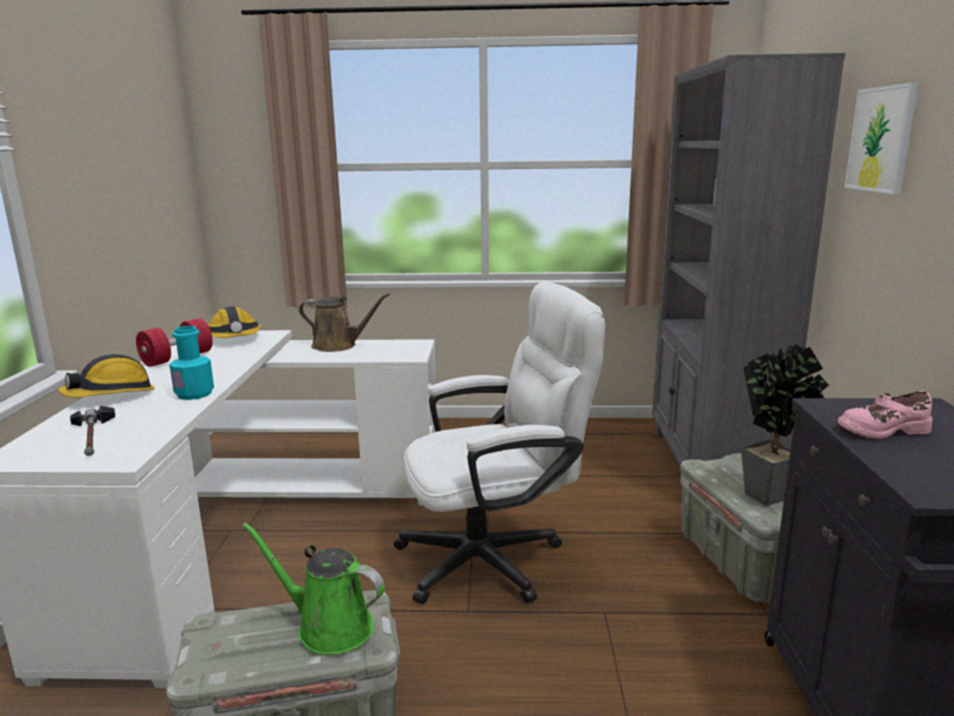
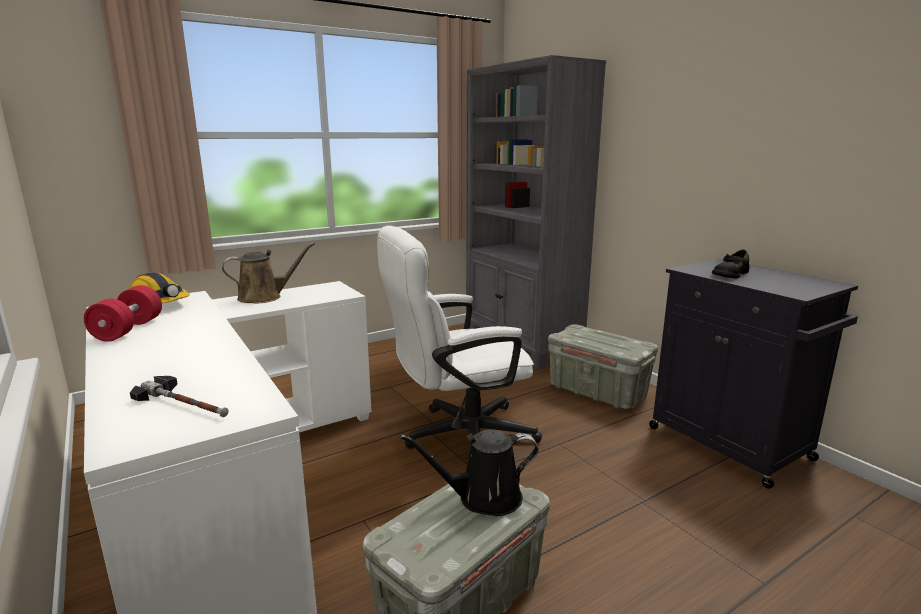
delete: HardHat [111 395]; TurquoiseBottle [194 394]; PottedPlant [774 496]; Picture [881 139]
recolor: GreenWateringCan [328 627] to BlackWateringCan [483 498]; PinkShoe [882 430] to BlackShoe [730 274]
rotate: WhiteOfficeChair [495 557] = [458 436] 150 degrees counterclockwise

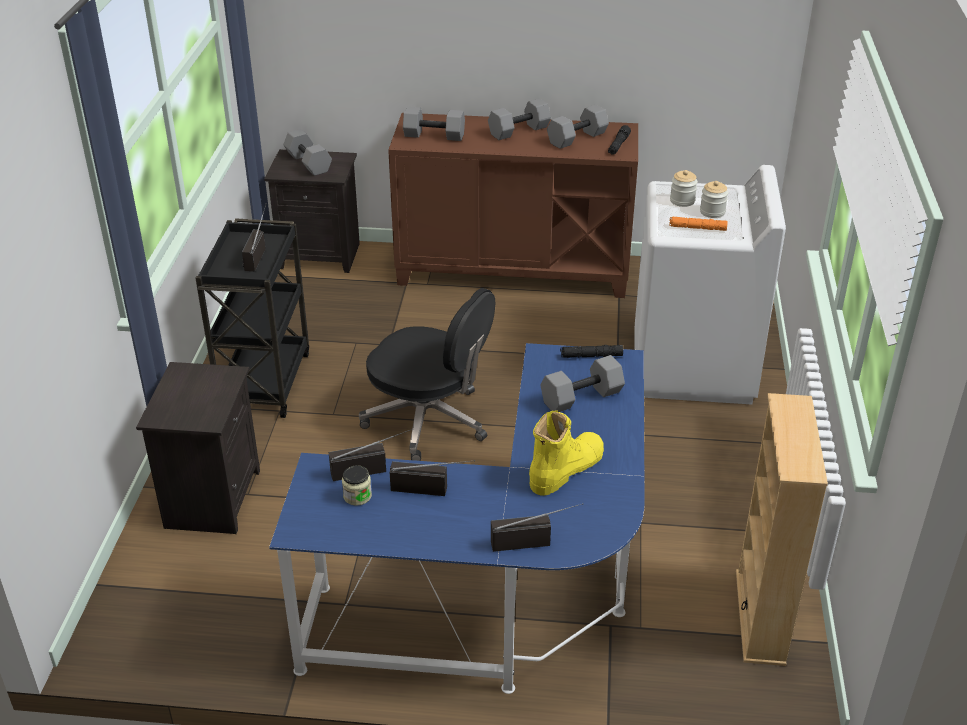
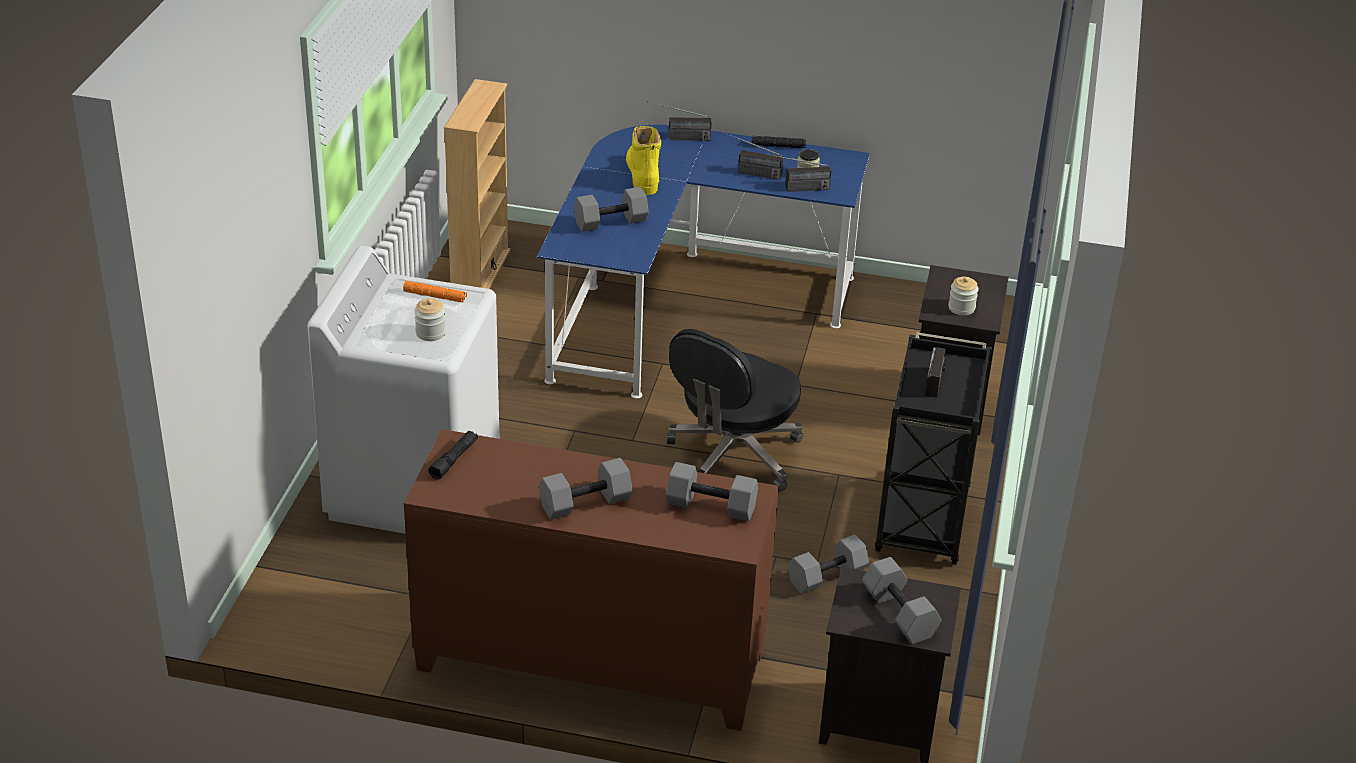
move: GreyDumbbell [577 139] to [827 575]; BlackFlashlight [591 356] to [778 146]; Jar [712 212] to [961 308]
rotate: BlackOfficeChair [429 421] = [733 456] 90 degrees counterclockwise; YellowBoot [565 469] = [642 175] 120 degrees clockwise

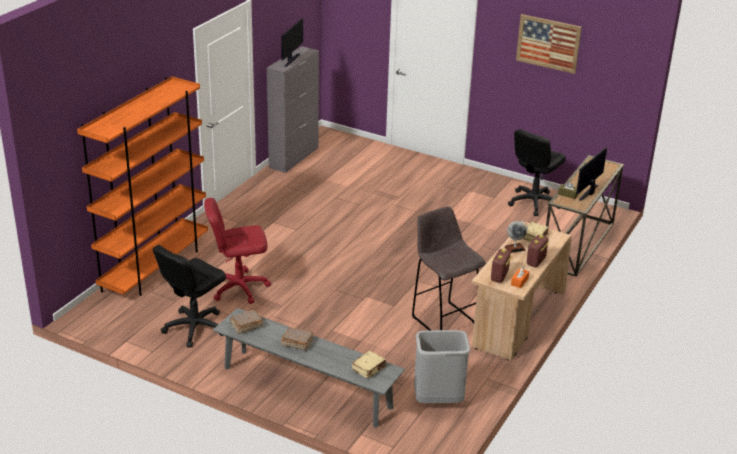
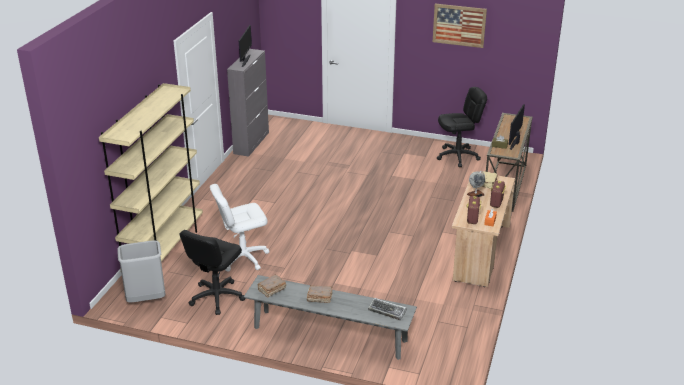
delete: GreyStool [443 319]
move: GreyTrashCan [438 401] to [146 300]
replace: BeigeBook [369 369] to Keyboard [387 311]
recolor: OrangeBookcase [155 267] to BeigeBookcase [164 250]; RedOfficeChair [239 287] to WhiteOfficeChair [243 257]
rotate: BlackOfficeChair [533 202] = [458 156] 135 degrees counterclockwise

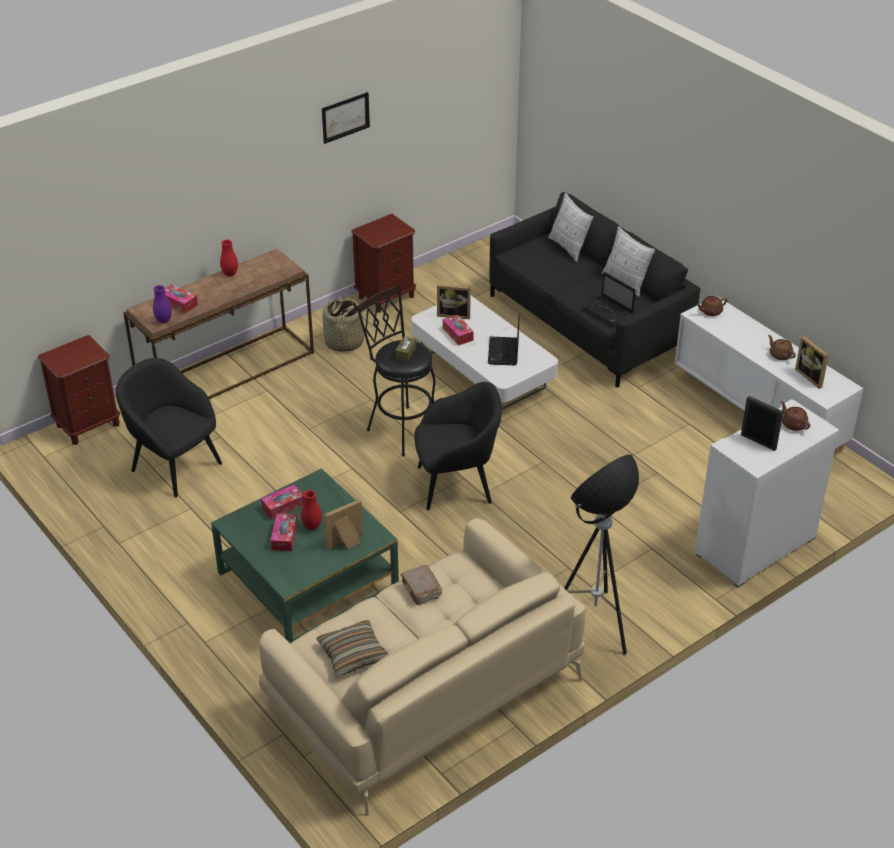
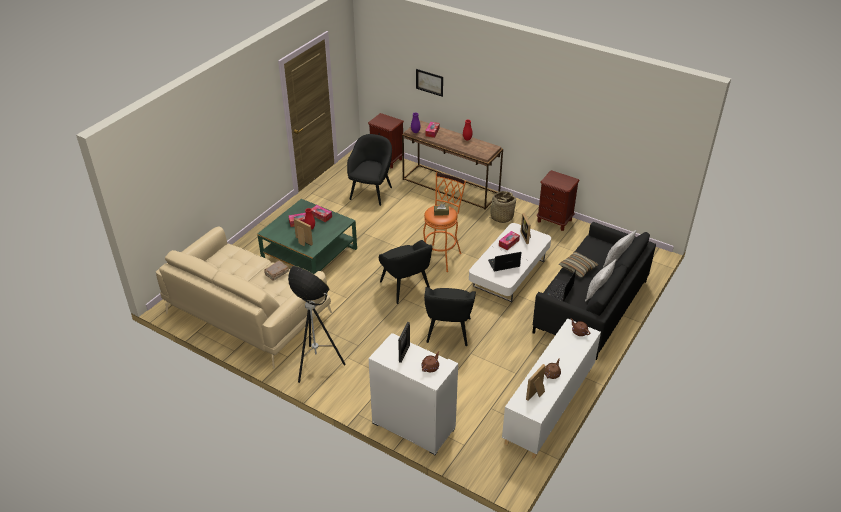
insert: BlackArmchair [448 331]
move: Pillow [353 654] to [577 268]; Picture [345 117] to [429 82]
recolor: BlackStool [401 427] to OrangeStool [441 255]

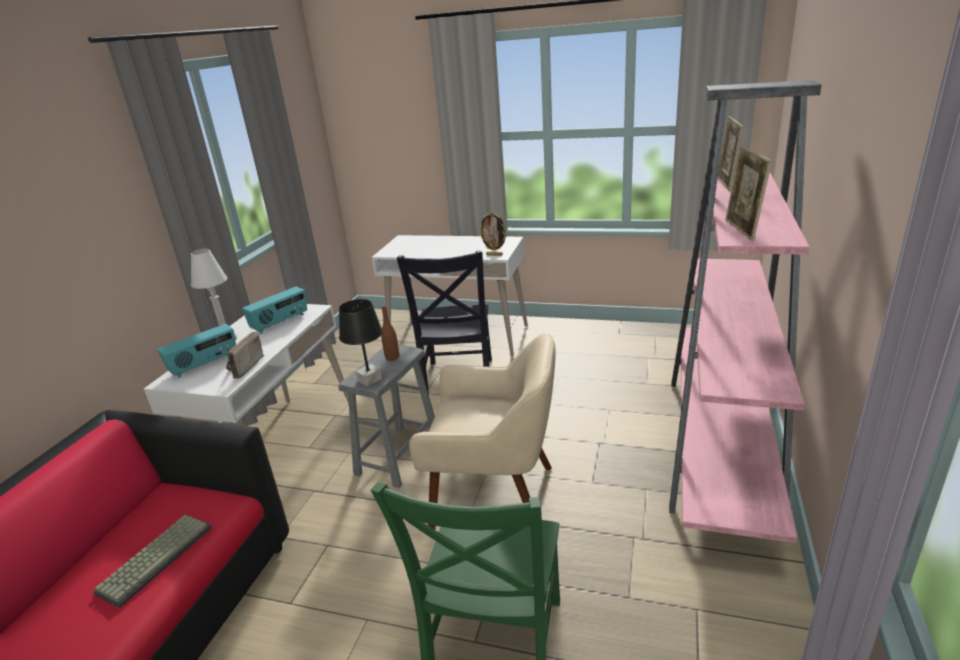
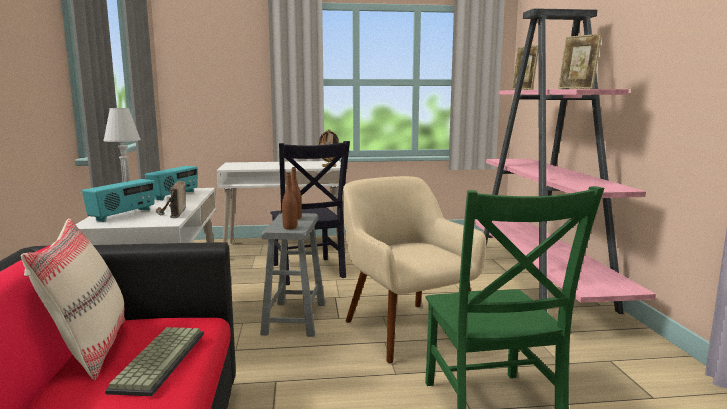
insert: BeigePillow [88 349]
replace: BlackTableLamp [369 379] to BrownBottle [290 227]
rotate: BeigeArmchair [495 498] = [406 330] 105 degrees counterclockwise

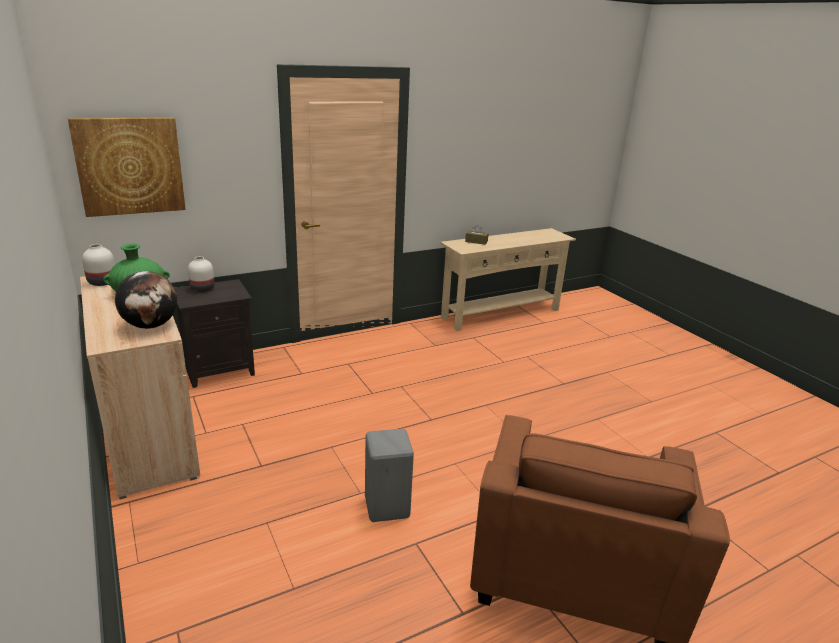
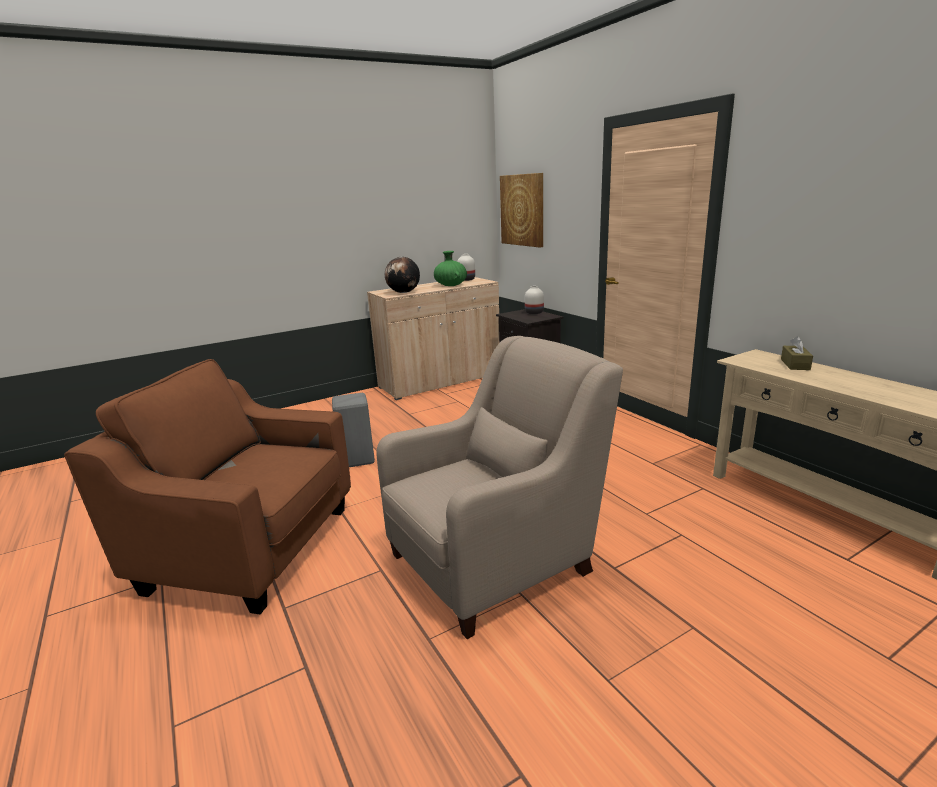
insert: BeigeArmchair [496 559]

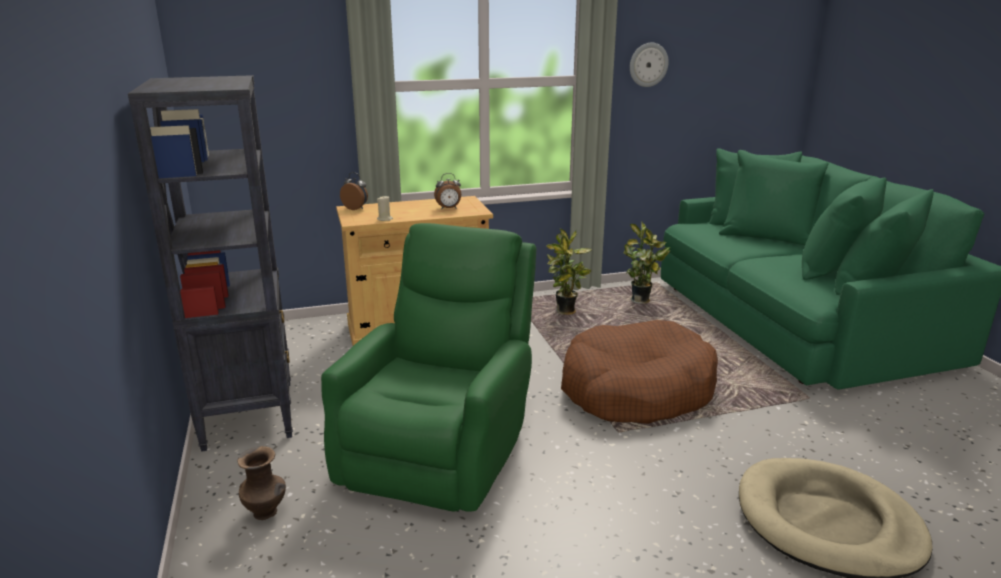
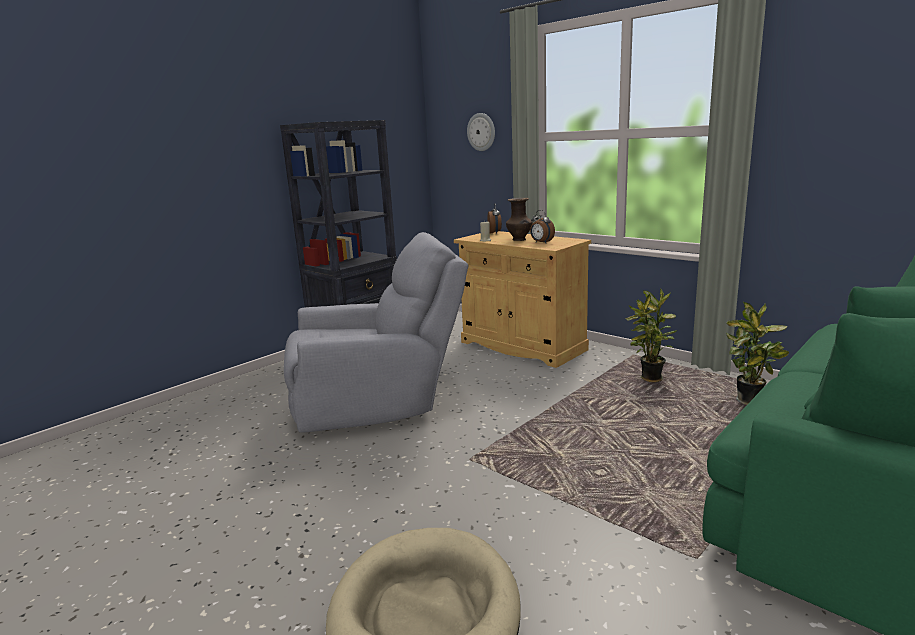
delete: BrownDogBed [636 390]
move: BrownVase [266 513] to [519 240]; WallClock [648 64] to [481 132]
recolor: GreenArmchair [441 445] to GreyArmchair [379 403]

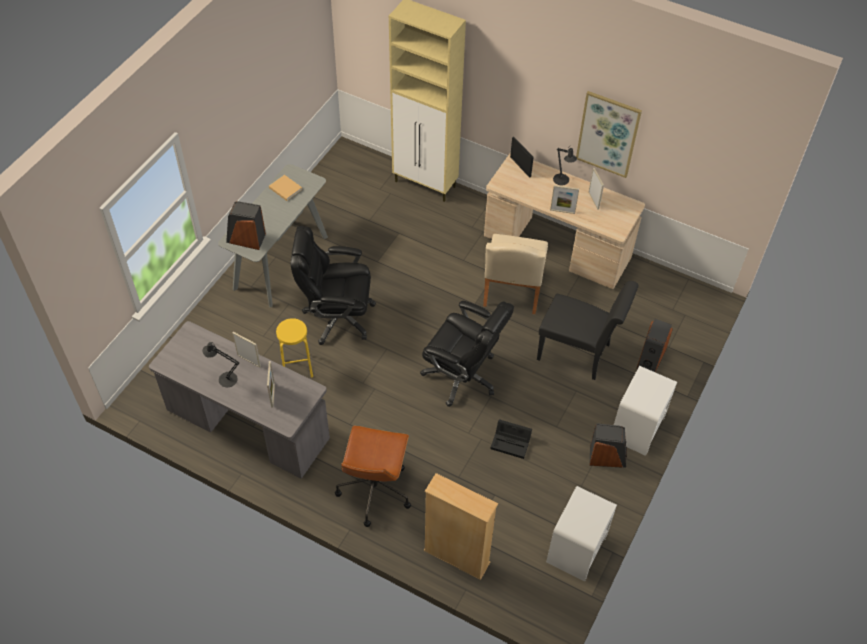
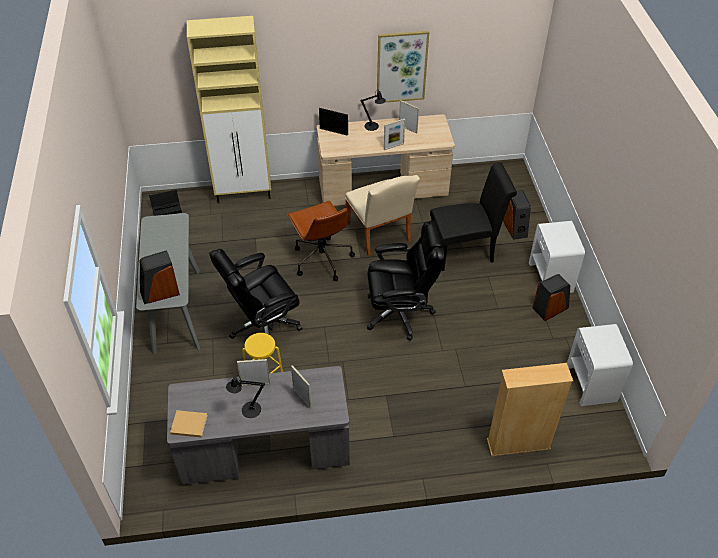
move: BeigeBook [285 188] to [188 424]; BrownOfficeChair [374 490] to [321 259]; BlackStorageBox [511 442] to [167 207]

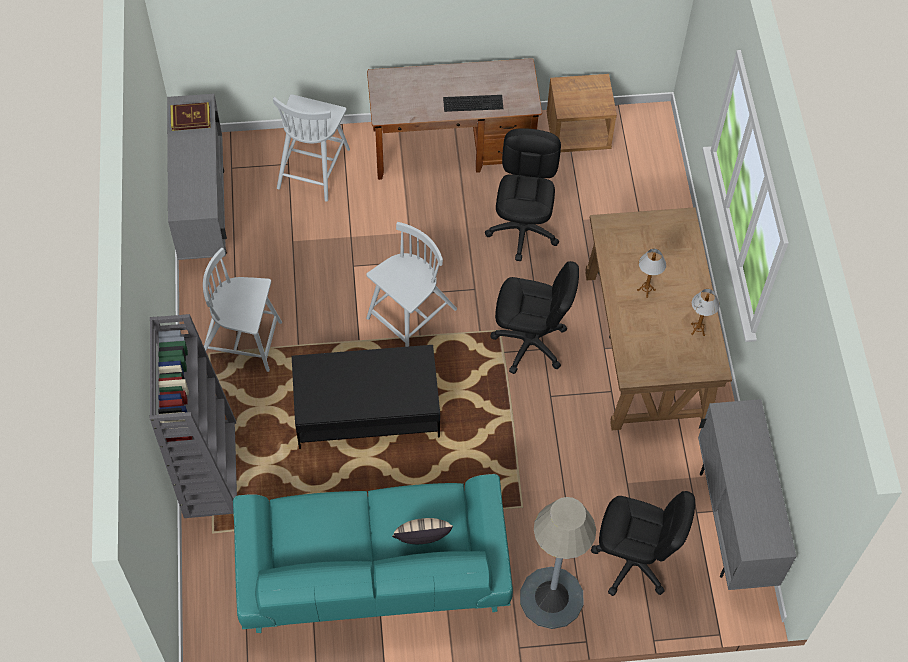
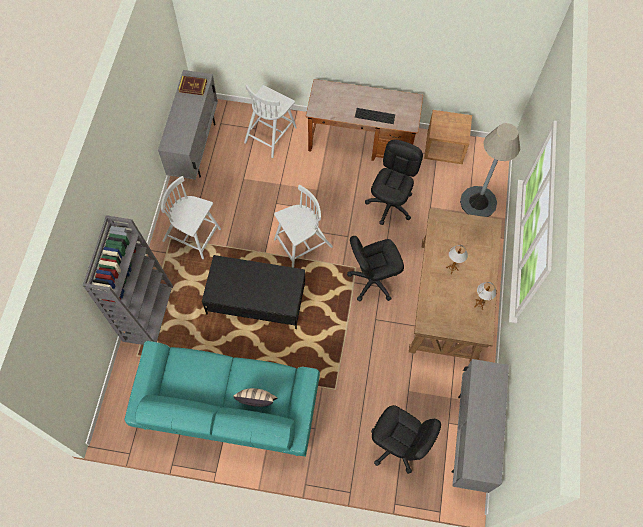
move: GreyFloorLamp [551 598] to [478 202]
rotate: BlackOfficeChair [530 343] = [372 281] 135 degrees clockwise

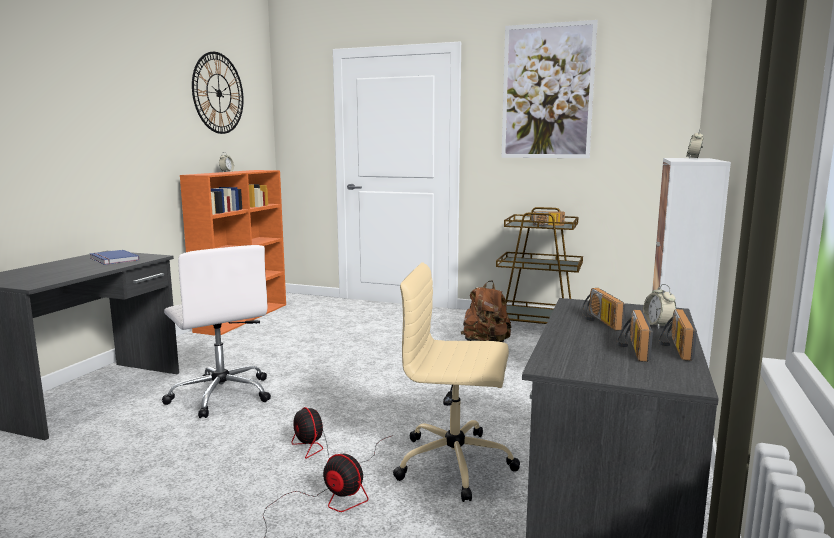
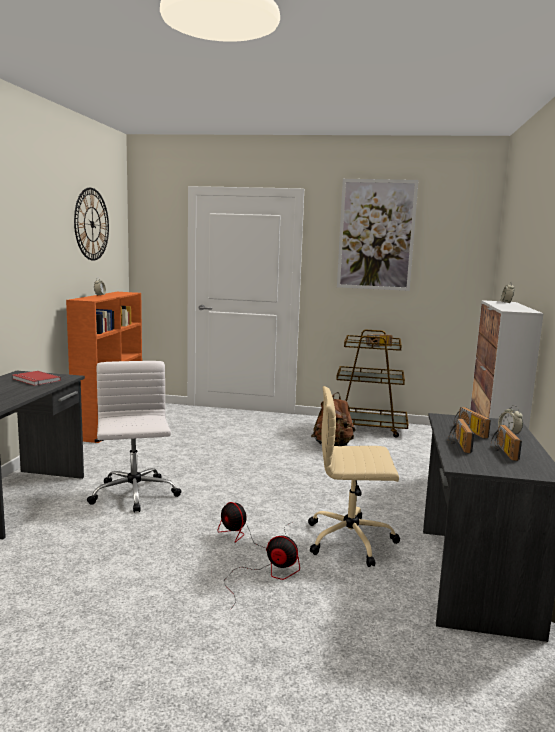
move: Radio [673 347] to [458 444]
recolor: BlueBook [112 259] to RedBook [35 380]
rotate: WhiteOfficeChair [221 395] = [134 495] 150 degrees counterclockwise

